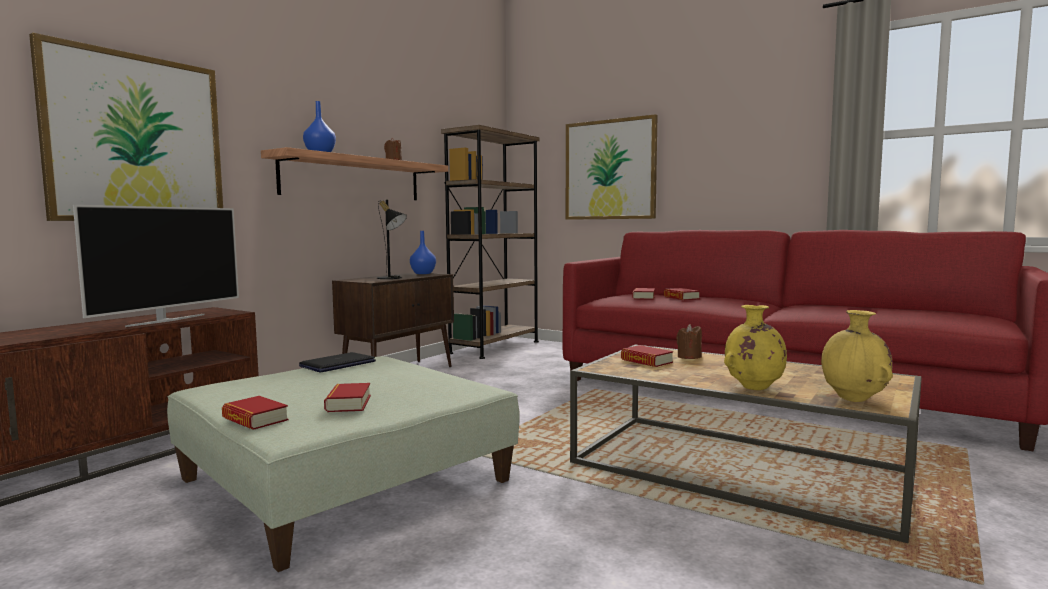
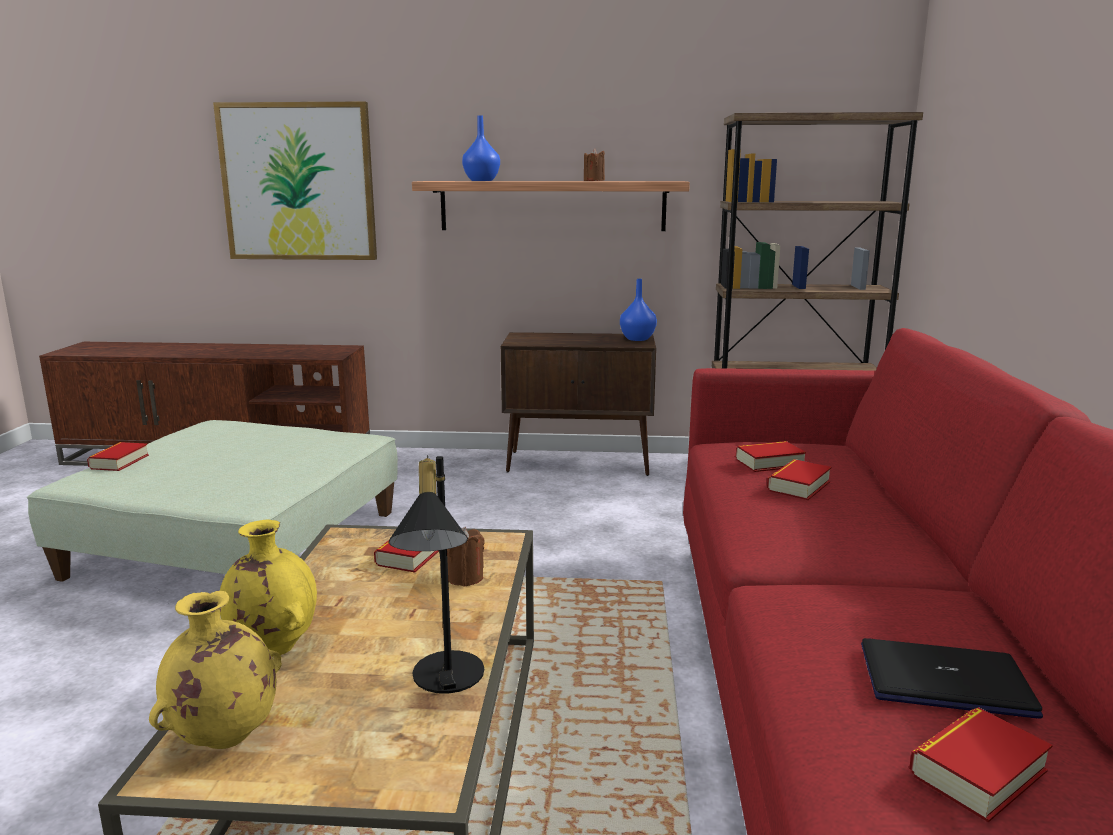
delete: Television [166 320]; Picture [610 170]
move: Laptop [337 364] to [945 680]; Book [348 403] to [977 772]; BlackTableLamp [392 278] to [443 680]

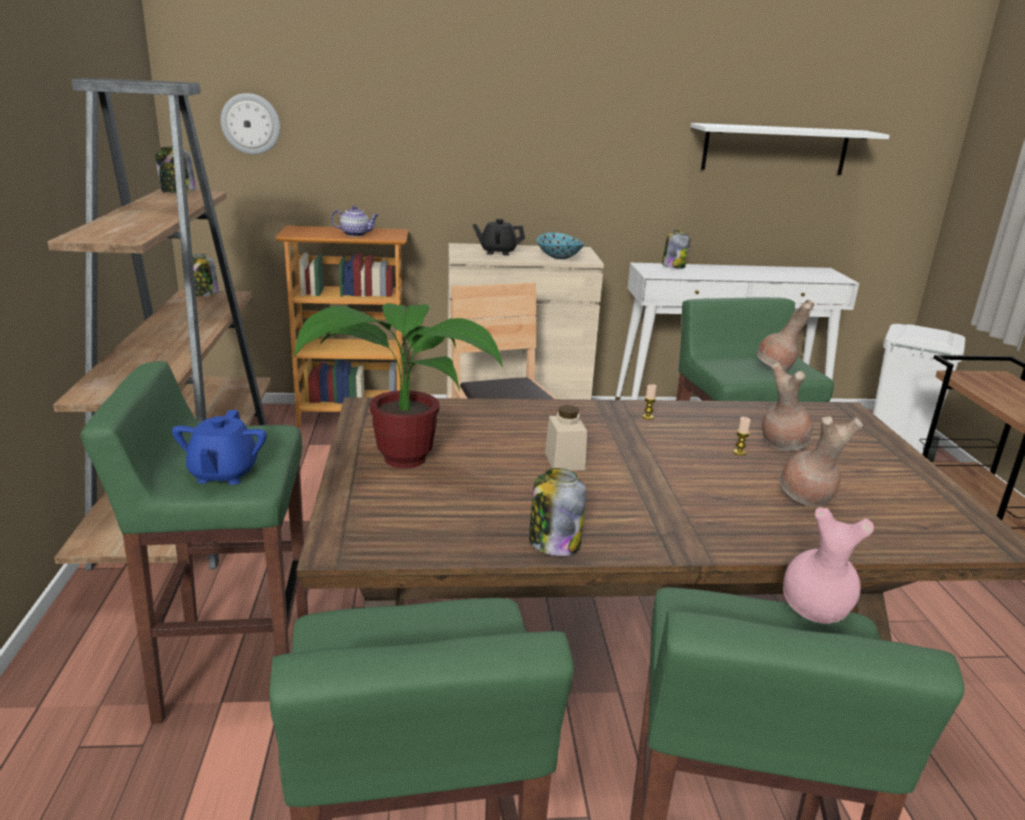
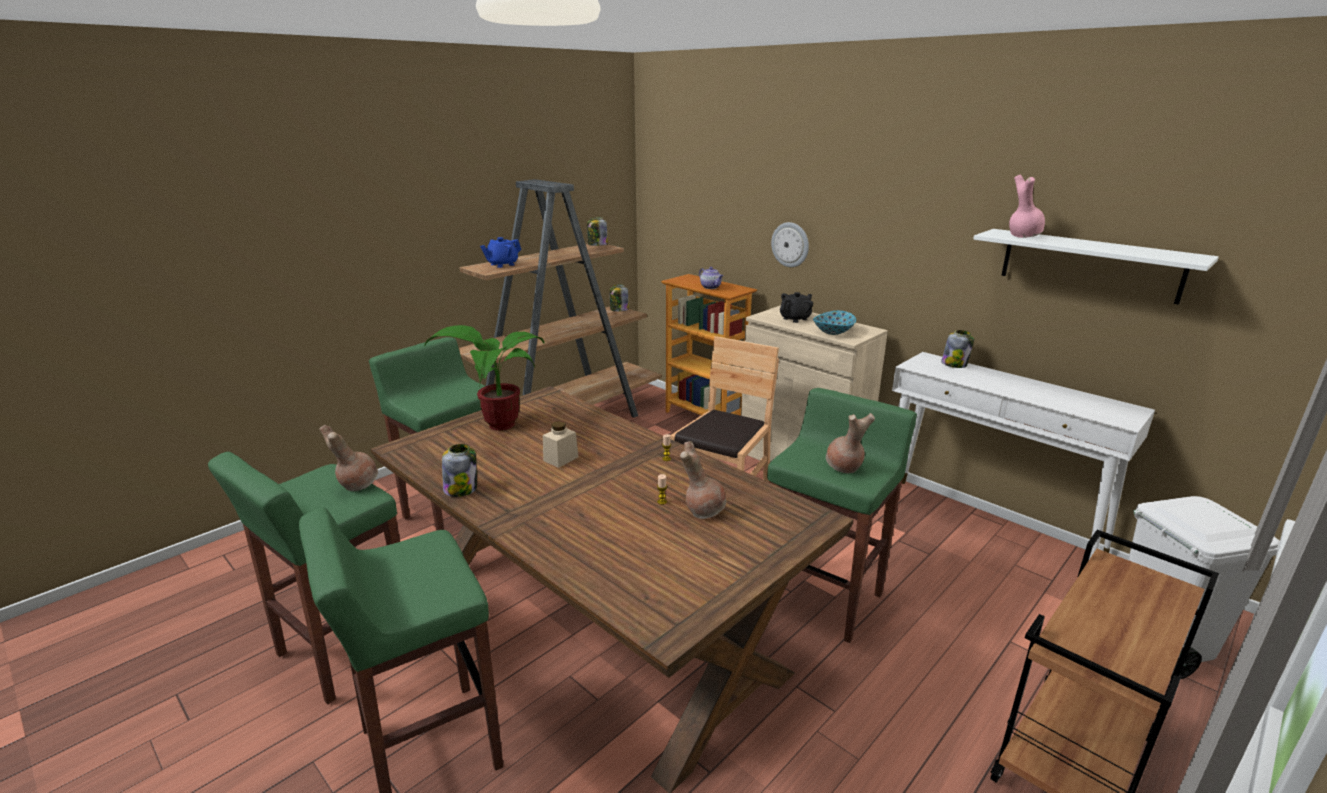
move: BlueTeapot [223 474] to [502 264]; WallClock [251 124] to [790 244]; BrownVase [806 498] to [357 485]; PinkVase [814 609] to [1022 236]
rotate: BlackTeapot [498 252] = [795 319] 90 degrees clockwise

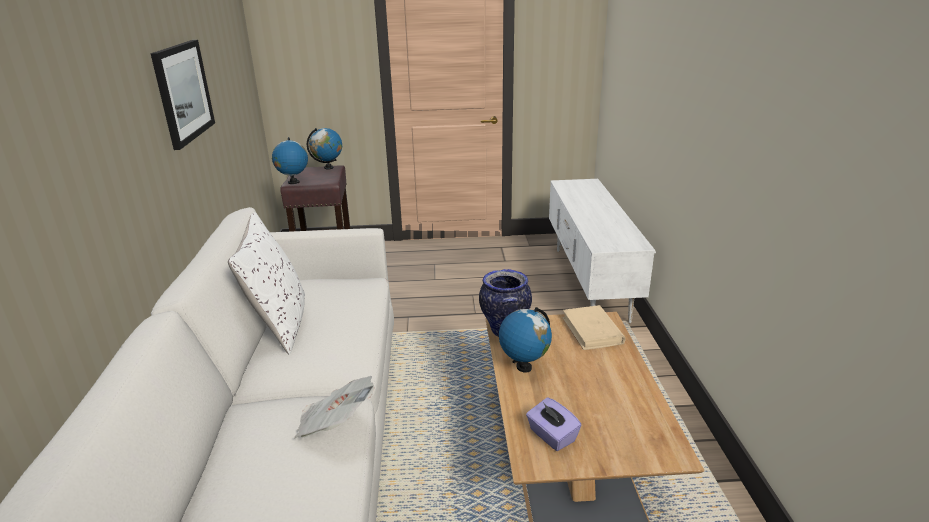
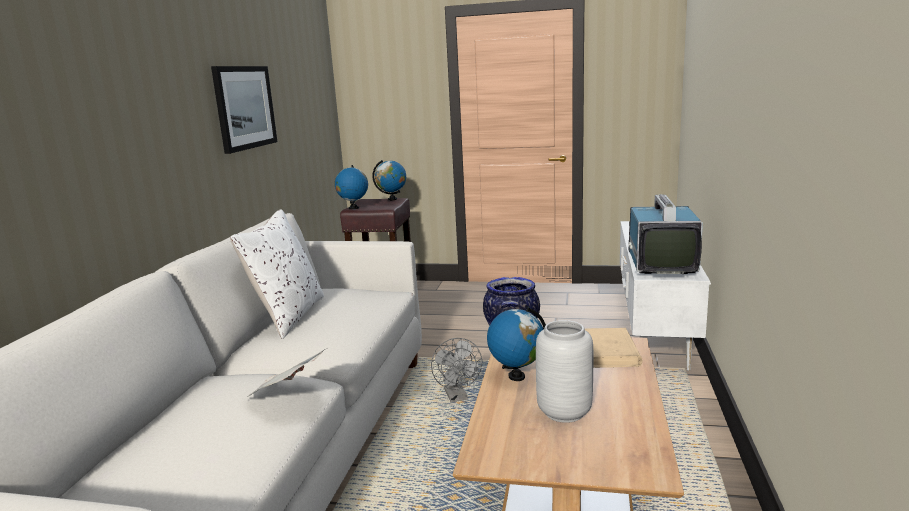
delete: PurpleTissueBox [551 436]
insert: GreyFan [457 397]; GreyVase [565 412]; Television [661 264]

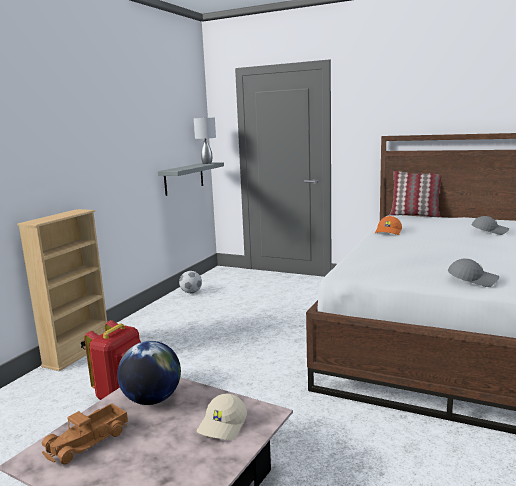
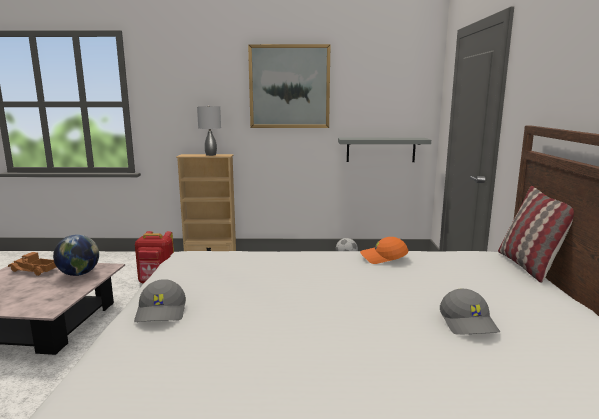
delete: BeigeCap [223 425]
insert: Picture [289 87]
move: GreyTableLamp [207 163] to [210 155]

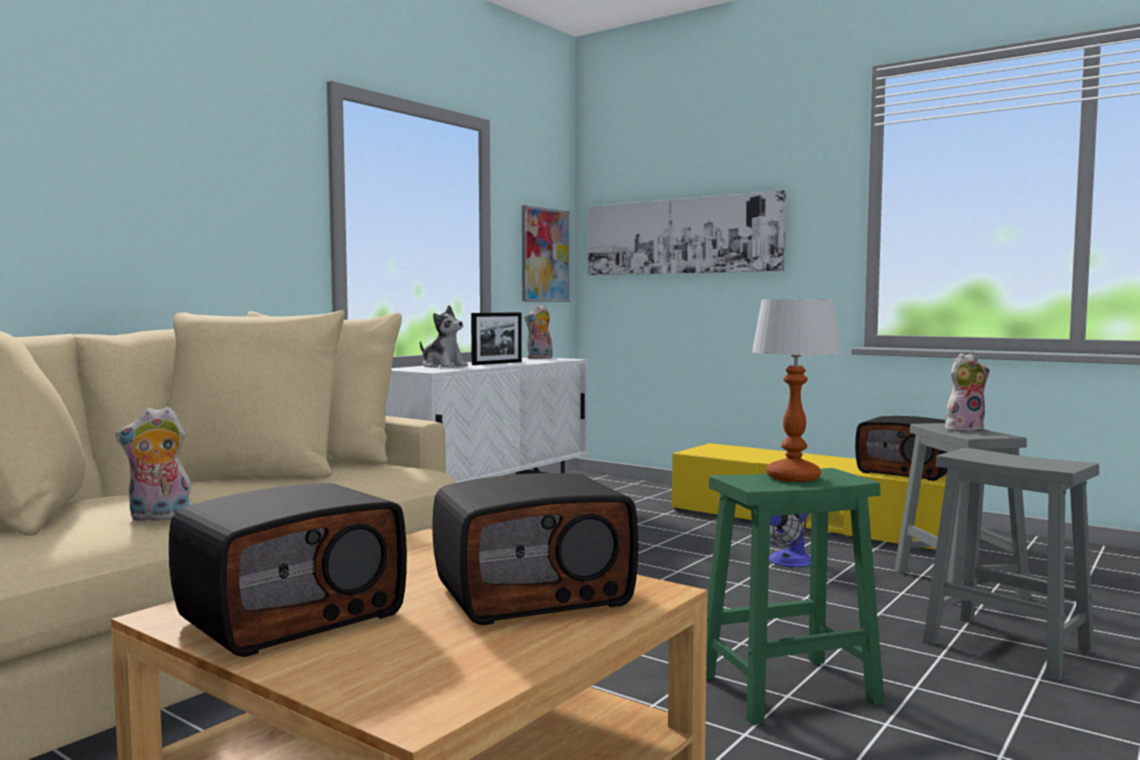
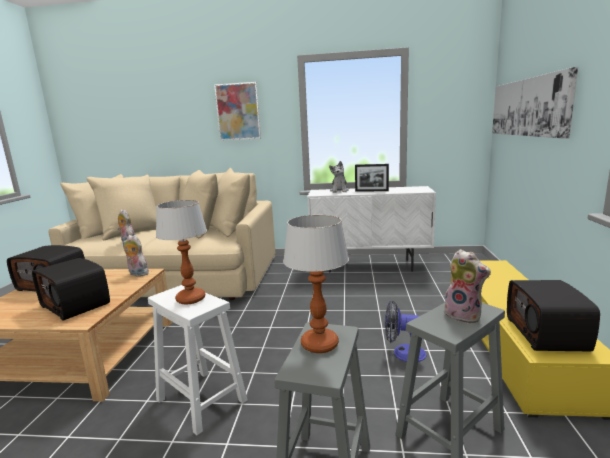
insert: TableLamp [319 344]
move: Picture [545 255] to [238 111]; PlushToy [540 358] to [137 274]
recolor: GreenStool [790 688] to WhiteStool [202 401]

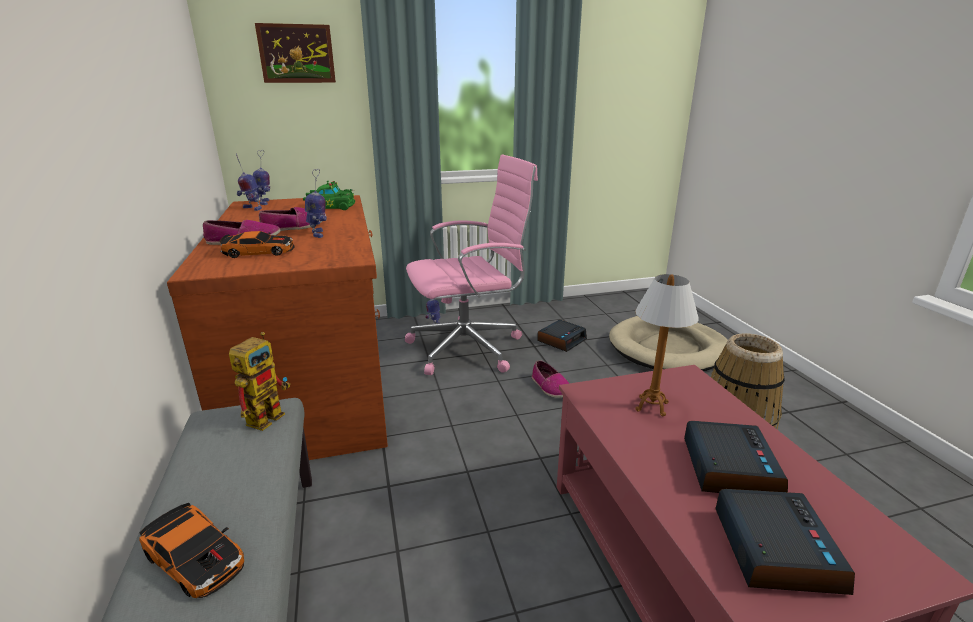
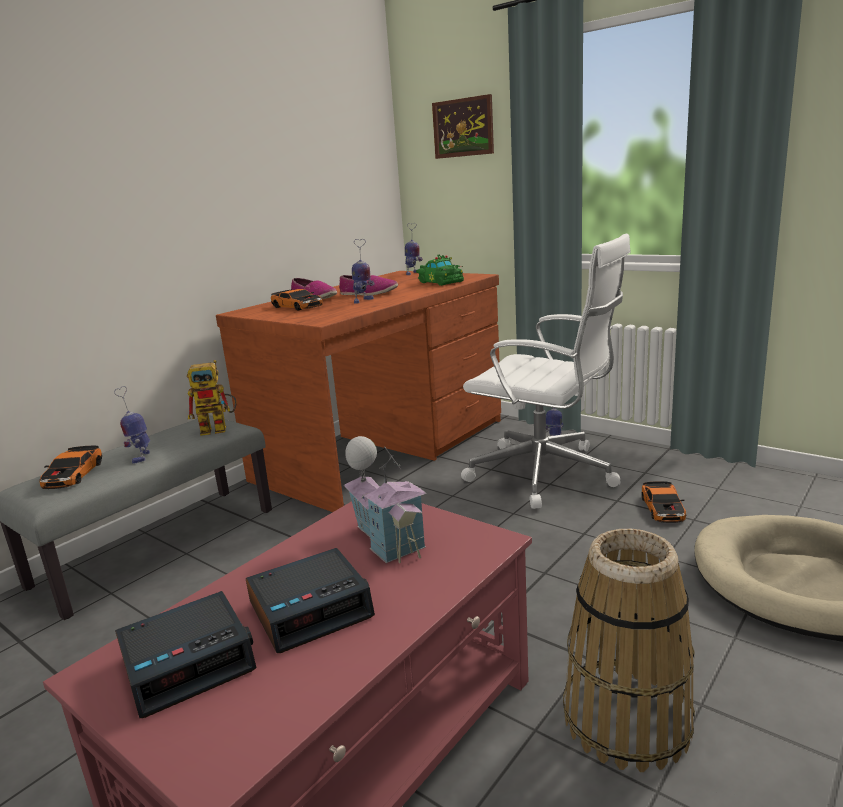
delete: Shoe [551 387]
move: ToyRobot [252 208] to [141 456]
replace: AlarmClock [561 340] to ToyCar [664 508]; TableLamp [651 407] to ToyHouse [388 539]
recolor: PinkOfficeChair [469 347] to WhiteOfficeChair [546 474]

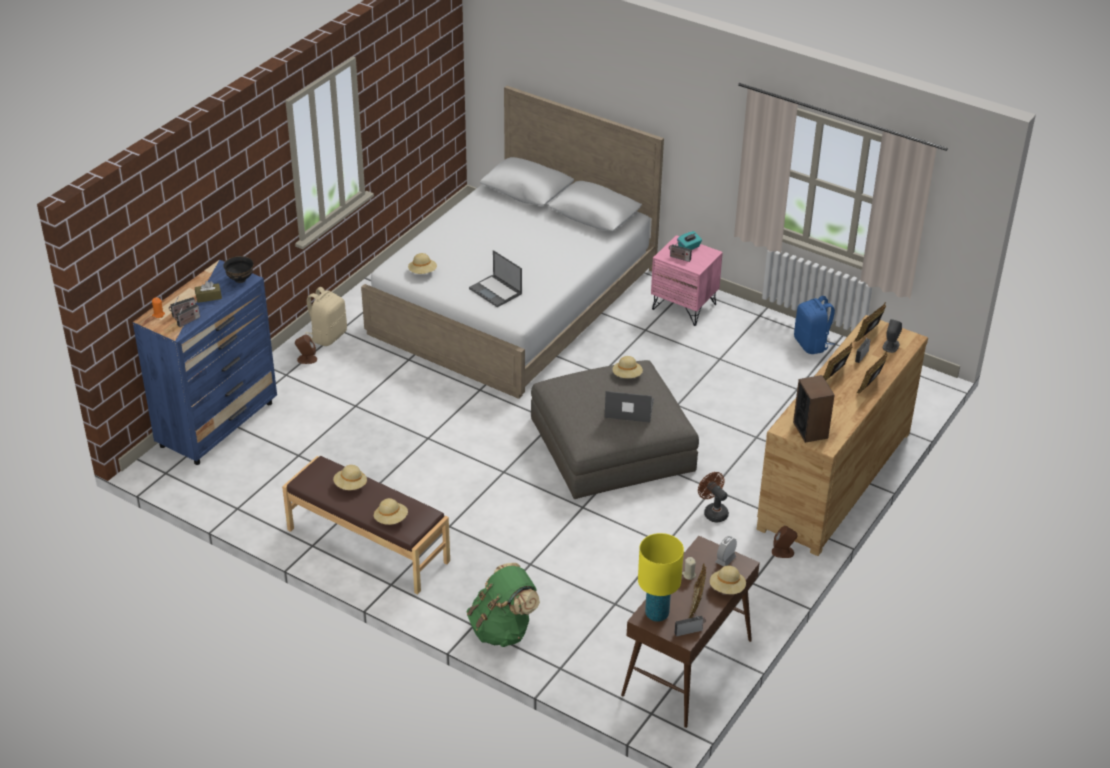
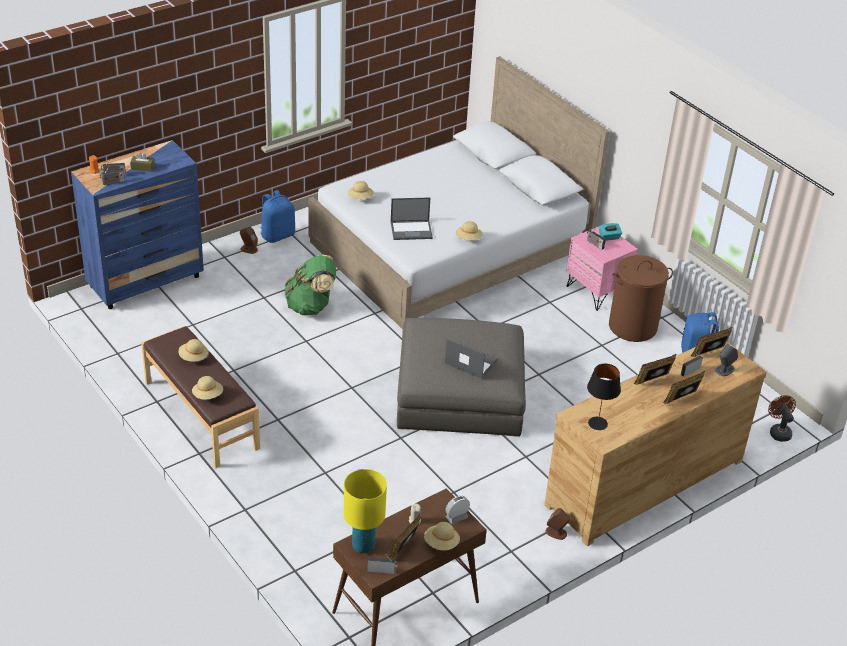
delete: BlackBowl [240 279]
insert: BrownLaundryBasket [632 327]
move: GreenBackpack [503 629] to [311 306]; BeigeHat [627 376] to [468 239]; BrownFan [713 512] to [778 431]
replace: Speaker [810 430] to BlackTableLamp [598 423]
recolor: BeigeBackpack [328 336] to BlueBackpack [277 235]
rotate: Laptop [496 291] = [412 230] 75 degrees counterclockwise

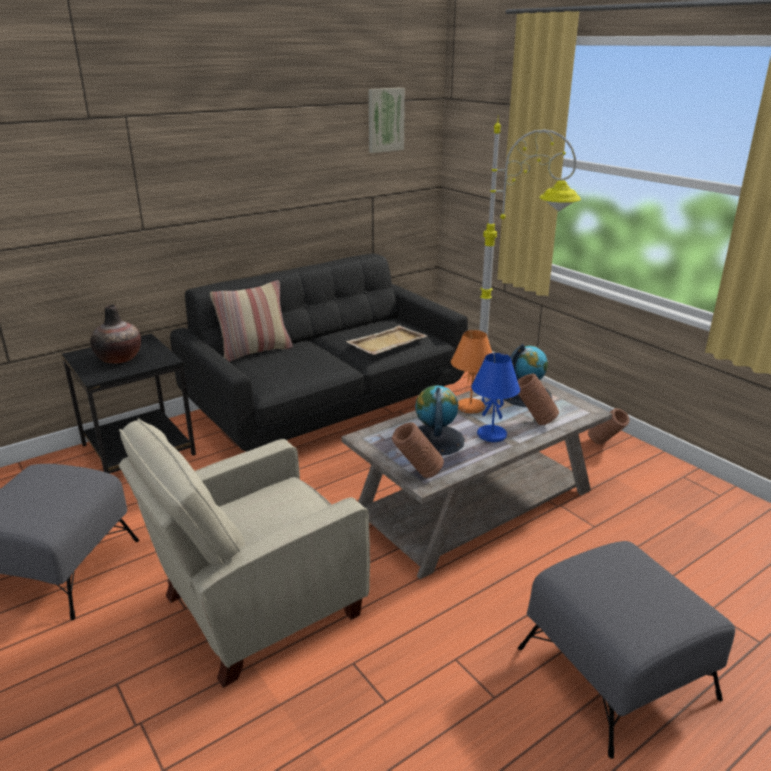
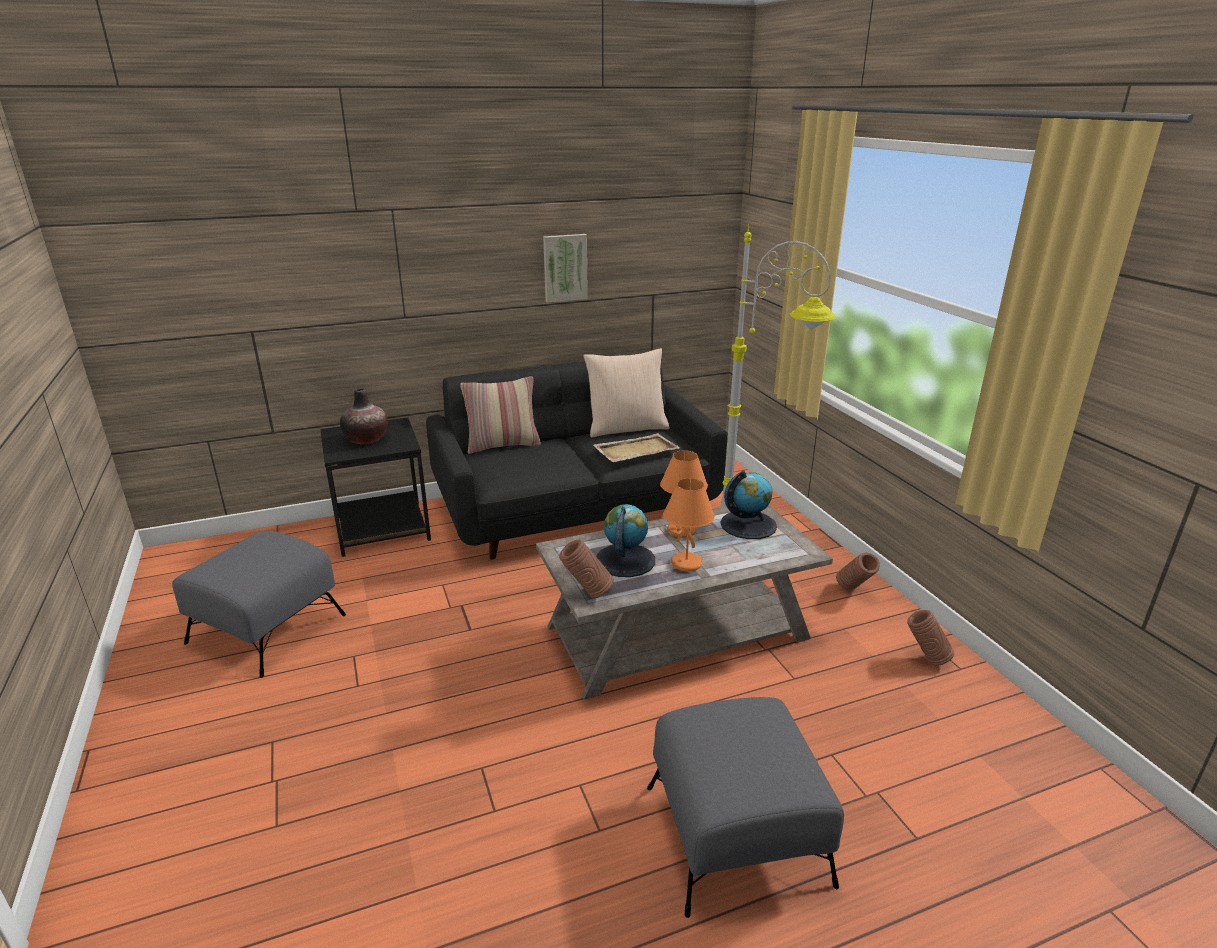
delete: BeigeArmchair [254 607]
insert: BeigePillow [626 428]
move: Picture [385 120] to [564 267]; BrownVase [534 421] to [925 659]
recolor: BlueTableLamp [492 435] to OrangeTableLamp [687 563]

